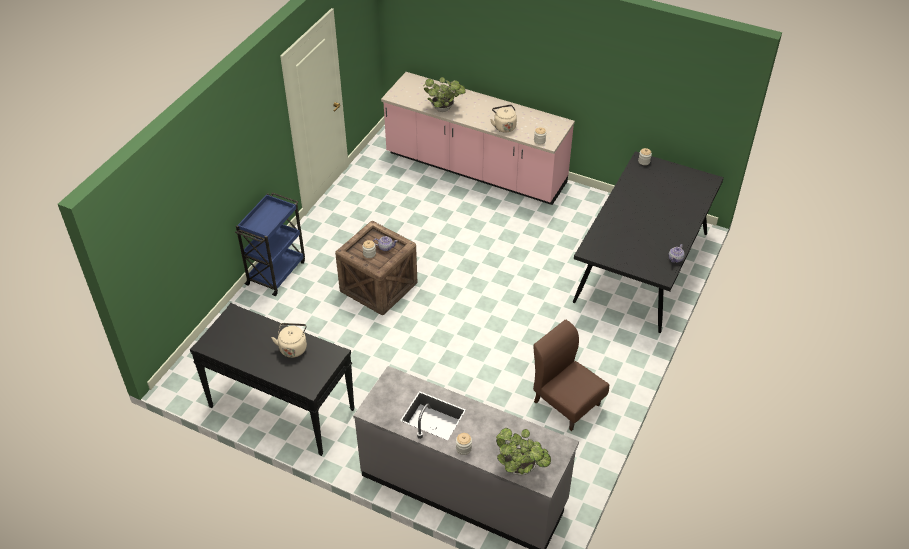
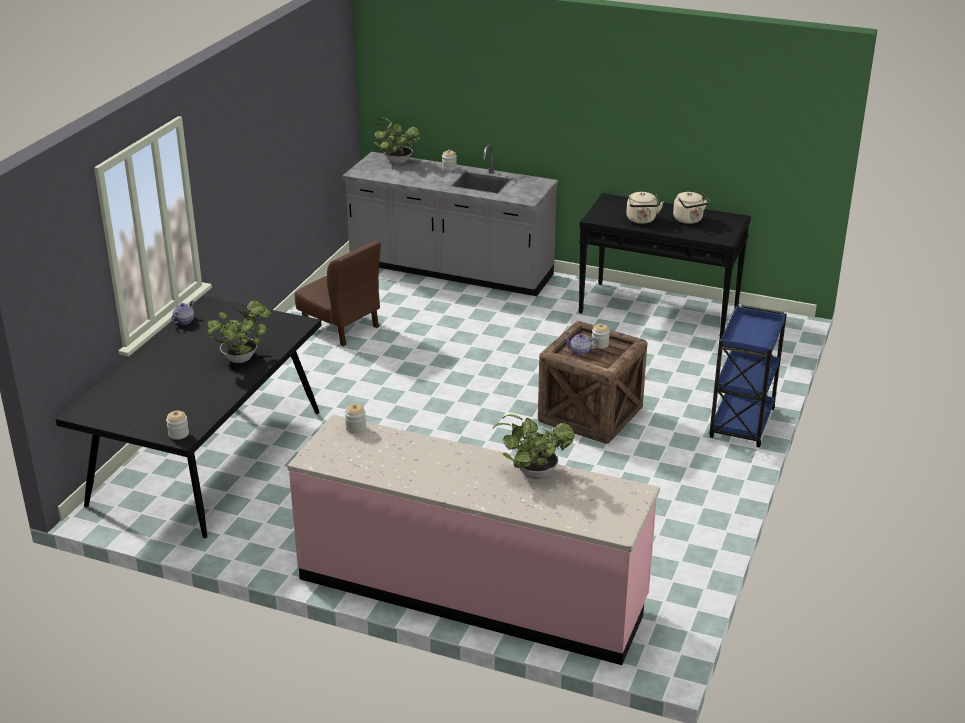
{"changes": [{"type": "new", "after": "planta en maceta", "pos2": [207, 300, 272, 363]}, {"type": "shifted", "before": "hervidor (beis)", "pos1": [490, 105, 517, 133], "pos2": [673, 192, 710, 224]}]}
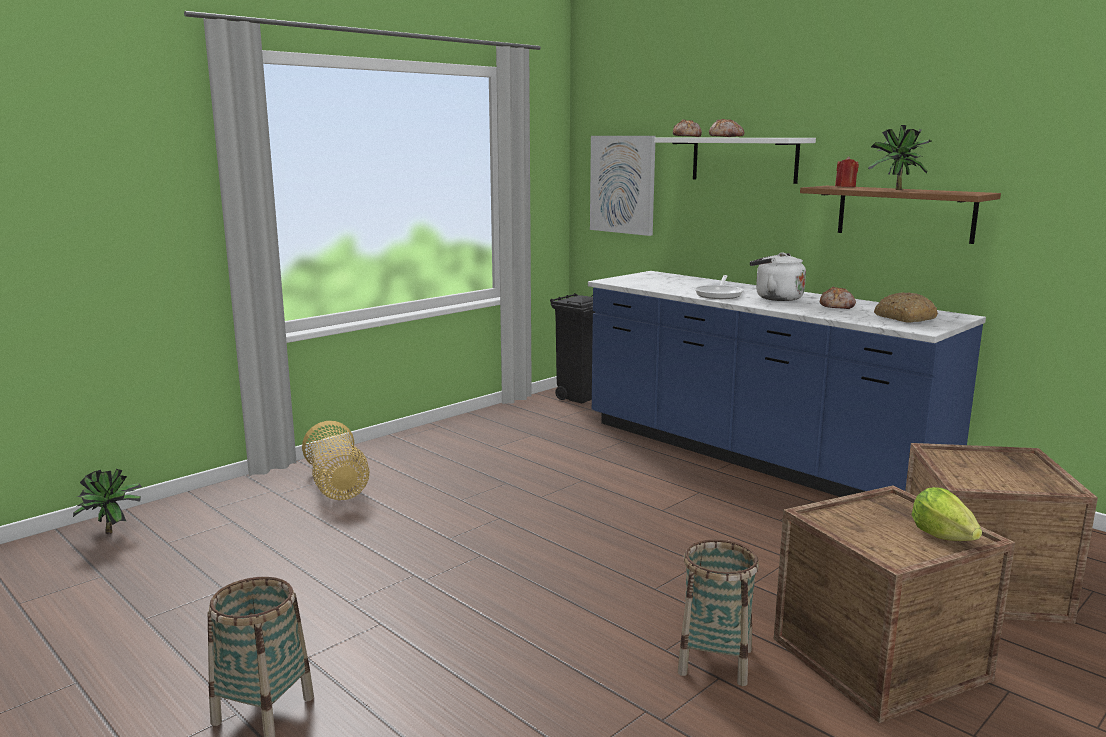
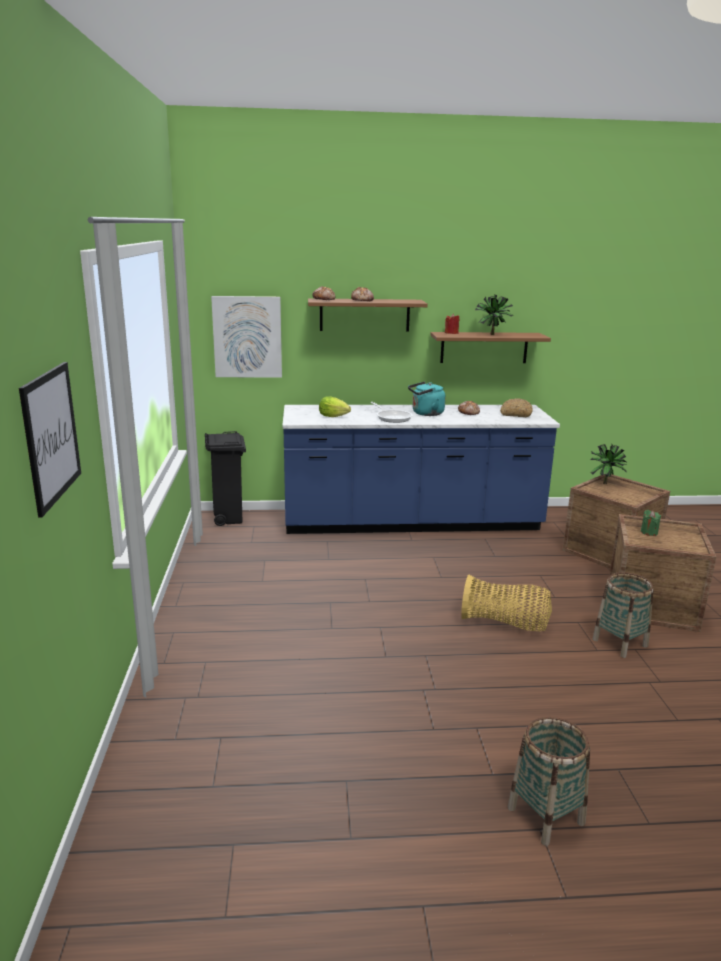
{"changes": [{"type": "new", "after": "cuadro", "pos2": [19, 362, 81, 517]}, {"type": "repainted", "before": "estante (blanco)", "after": "estante (marrón)", "pos1": [654, 138, 816, 184], "pos2": [308, 298, 428, 332]}, {"type": "shifted", "before": "lechuga", "pos1": [911, 487, 982, 541], "pos2": [319, 396, 351, 417]}, {"type": "repainted", "before": "hervidor (blanco)", "after": "hervidor (turquesa)", "pos1": [750, 252, 806, 301], "pos2": [408, 381, 446, 416]}, {"type": "shifted", "before": "cesta", "pos1": [302, 421, 370, 500], "pos2": [461, 574, 552, 631]}, {"type": "shifted", "before": "planta en maceta", "pos1": [73, 469, 142, 534], "pos2": [590, 444, 627, 484]}, {"type": "new", "after": "vela (verde)", "pos2": [641, 510, 661, 536]}]}
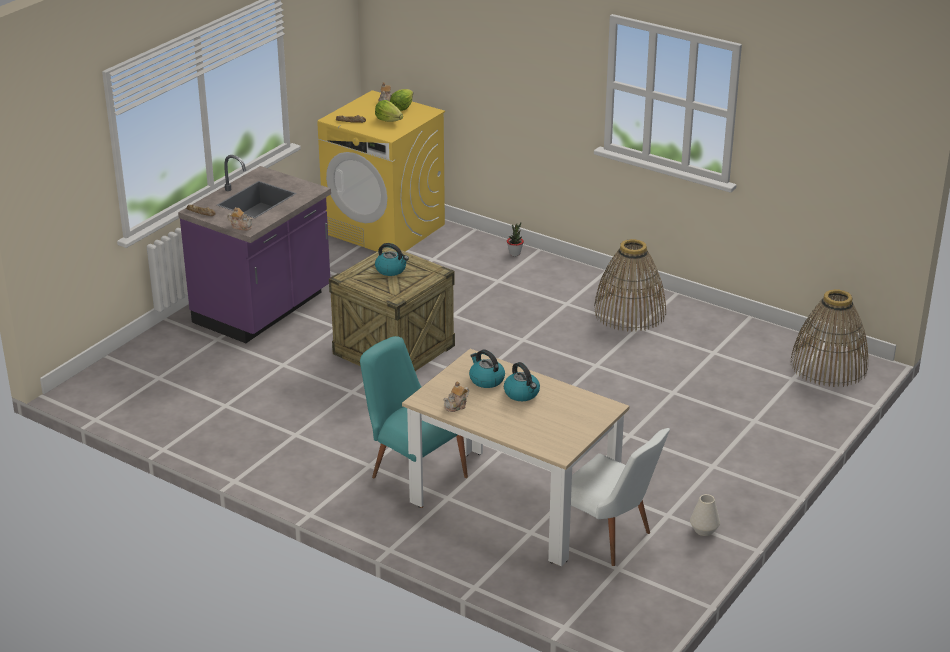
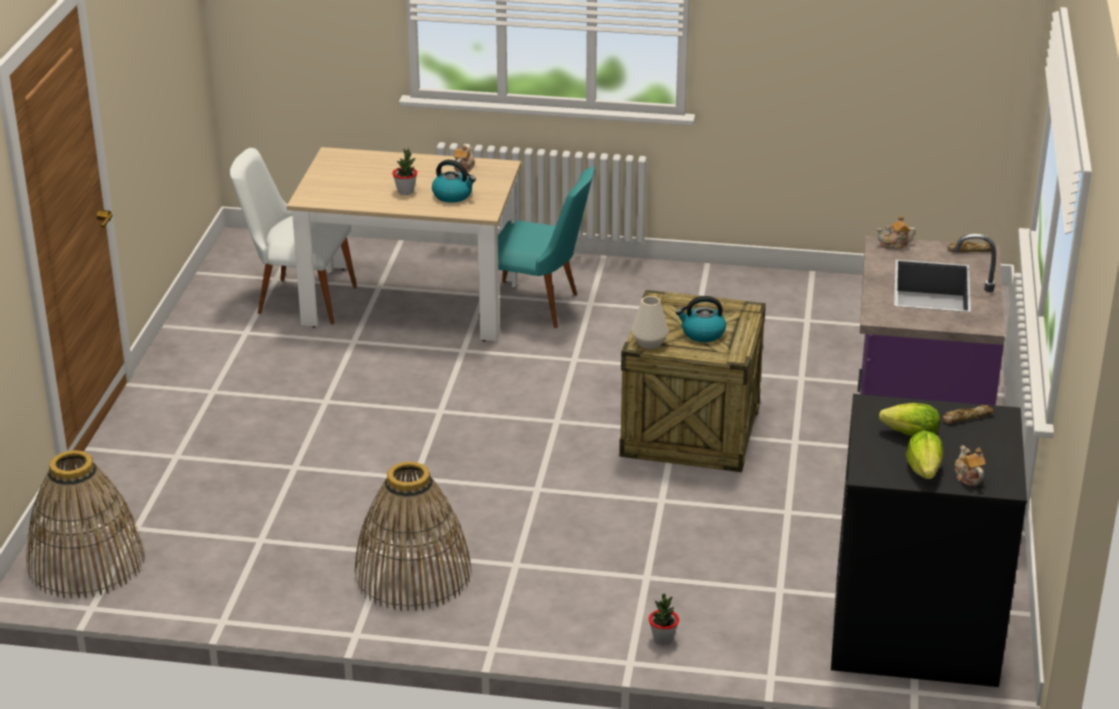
{"changes": [{"type": "swapped", "before": "hervidor", "after": "planta en maceta", "pos1": [504, 362, 540, 401], "pos2": [392, 148, 417, 195]}, {"type": "shifted", "before": "florero (blanco)", "pos1": [690, 494, 720, 536], "pos2": [631, 296, 669, 349]}, {"type": "repainted", "before": "lavadora (amarillo)", "after": "lavadora (negro)", "pos1": [317, 90, 445, 252], "pos2": [831, 394, 1027, 687]}]}
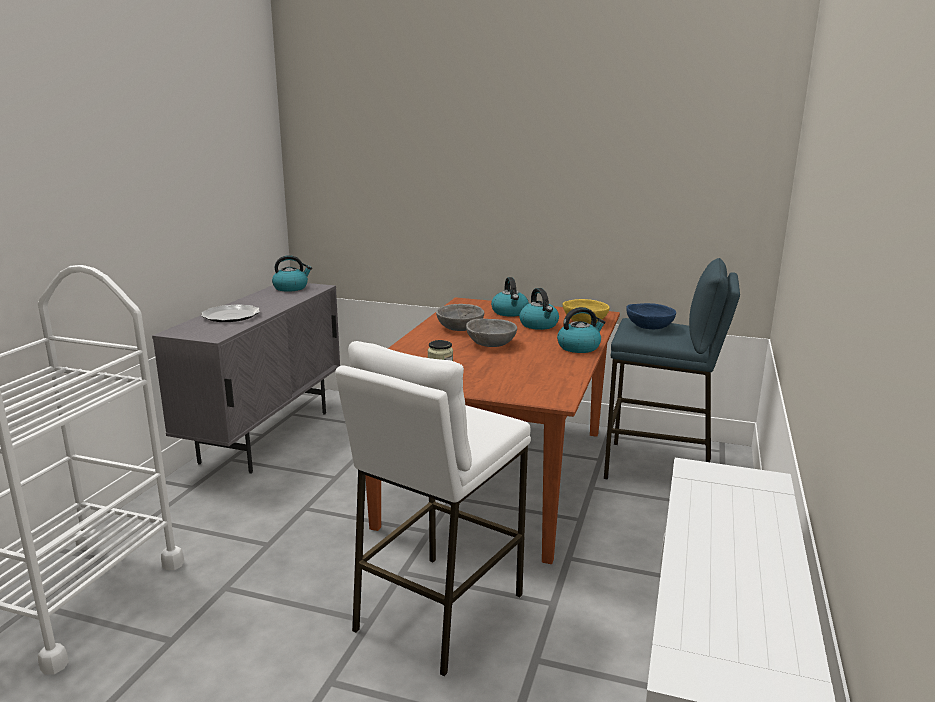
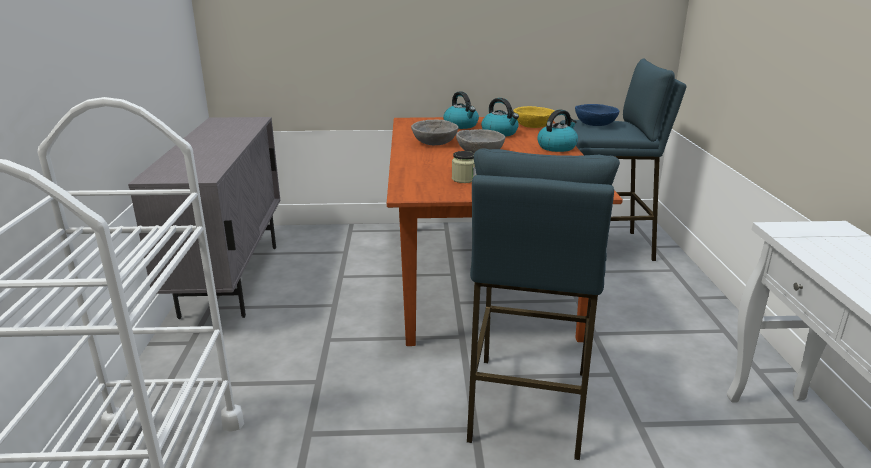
{"changes": [{"type": "repainted", "before": "taburete (blanco)", "after": "taburete (azul)", "pos1": [335, 341, 531, 677], "pos2": [467, 148, 620, 460]}, {"type": "gone", "before": "plato", "pos1": [201, 304, 260, 322]}, {"type": "gone", "before": "hervidor", "pos1": [272, 255, 312, 292]}]}
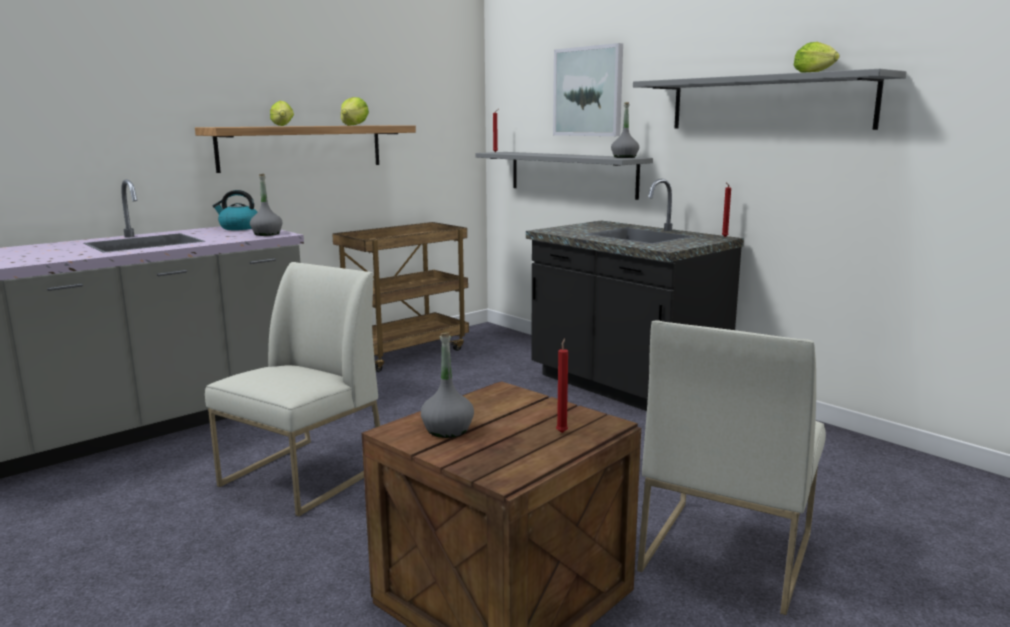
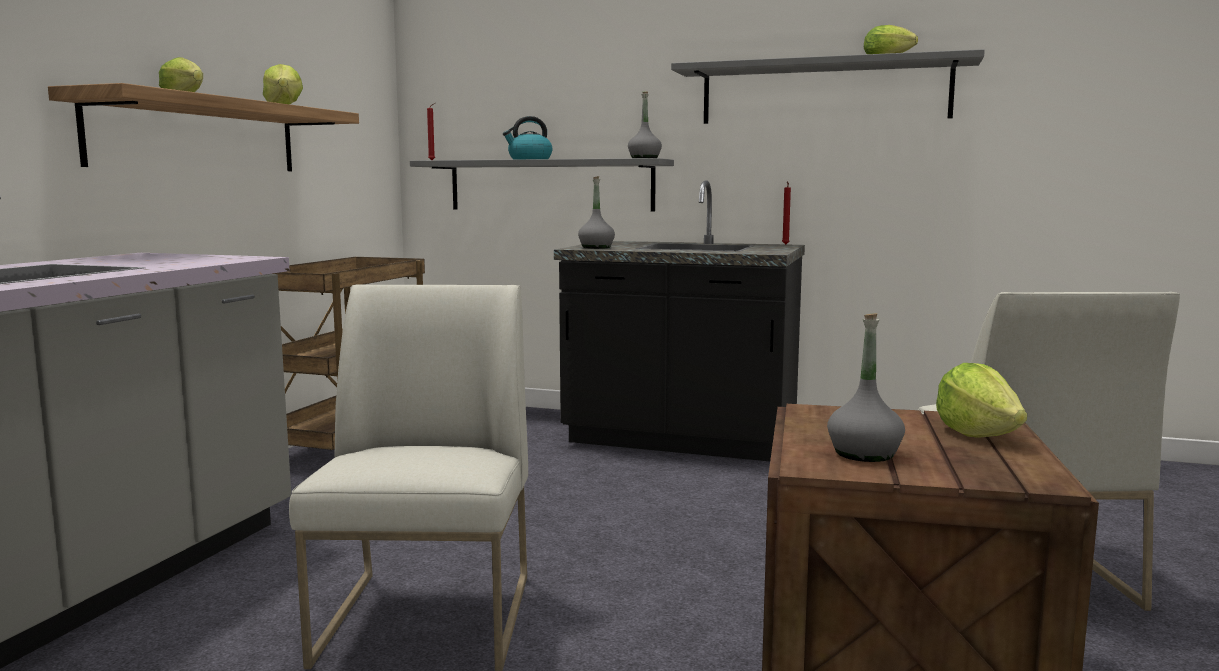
{"changes": [{"type": "shifted", "before": "hervidor", "pos1": [213, 190, 258, 230], "pos2": [503, 116, 552, 159]}, {"type": "shifted", "before": "botella (gris)", "pos1": [250, 174, 282, 236], "pos2": [578, 176, 615, 249]}, {"type": "swapped", "before": "vela (rojo)", "after": "lechuga", "pos1": [556, 338, 568, 433], "pos2": [936, 363, 1027, 438]}, {"type": "gone", "before": "cuadro", "pos1": [553, 43, 623, 136]}]}
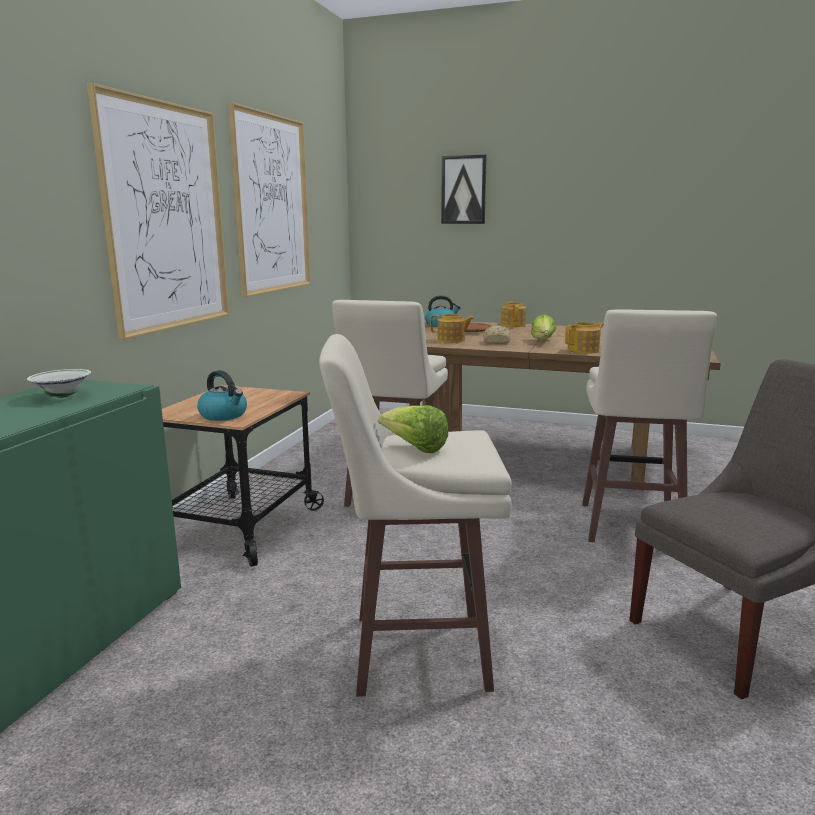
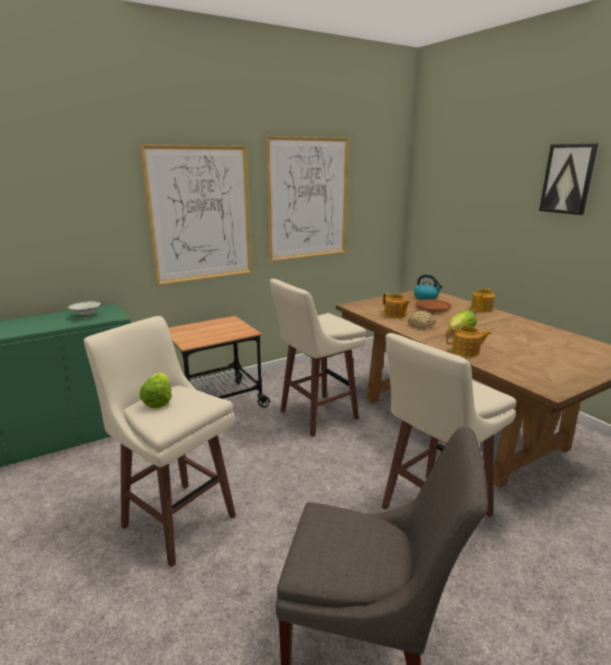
{"changes": [{"type": "shifted", "before": "cuadro", "pos1": [441, 155, 487, 224], "pos2": [539, 143, 598, 215]}, {"type": "gone", "before": "hervidor", "pos1": [197, 370, 247, 421]}]}
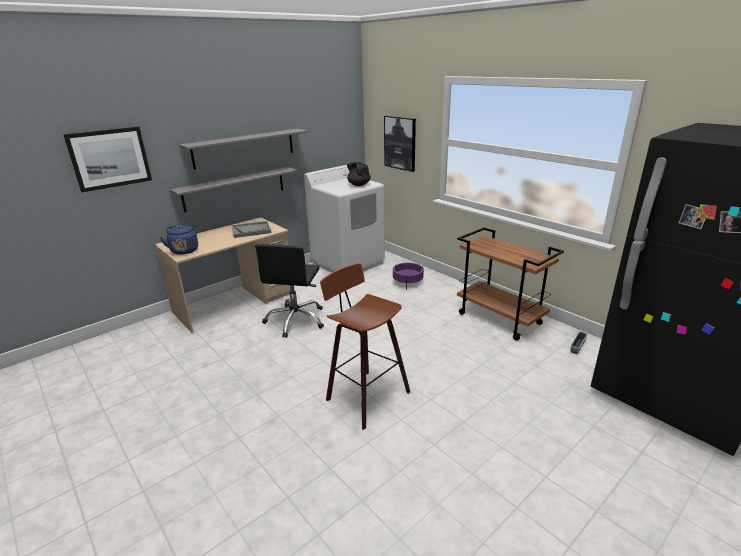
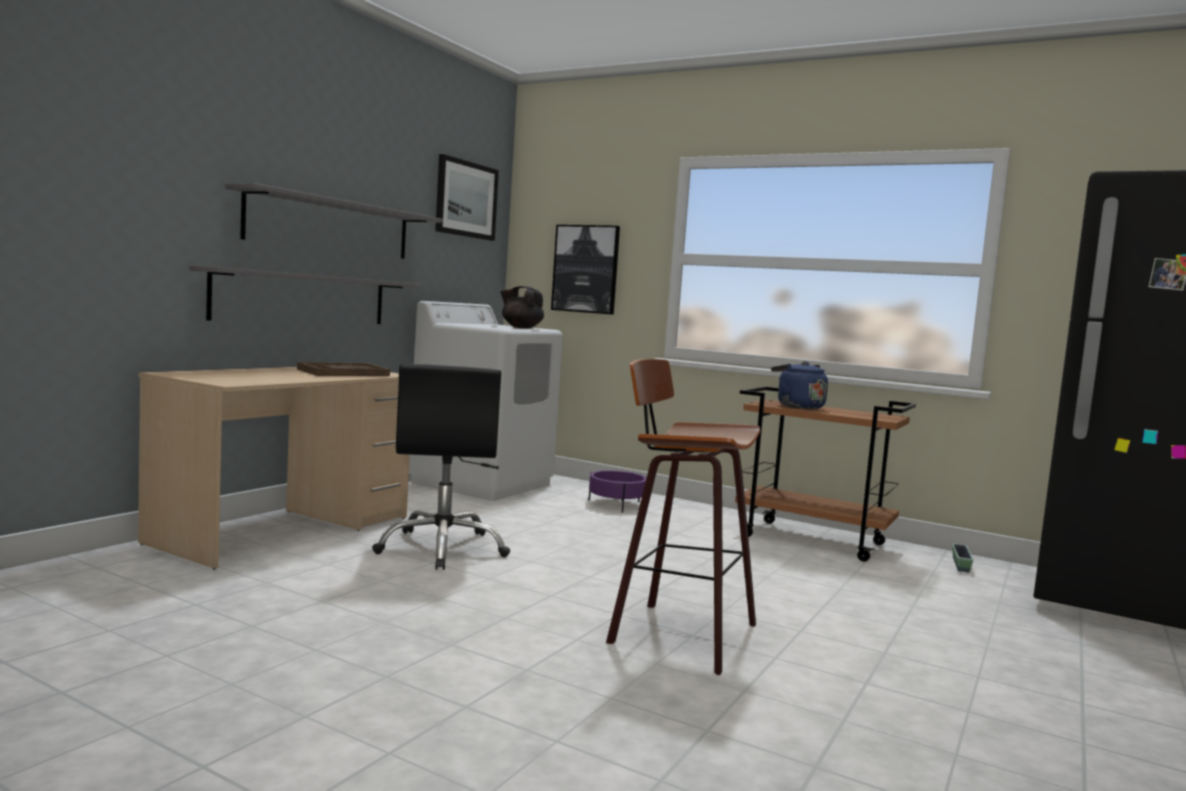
{"changes": [{"type": "repainted", "before": "bandeja (gris)", "after": "bandeja (marrón)", "pos1": [232, 221, 272, 238], "pos2": [297, 362, 390, 376]}, {"type": "shifted", "before": "cuadro", "pos1": [64, 127, 152, 192], "pos2": [435, 154, 499, 241]}, {"type": "shifted", "before": "hervidor (azul)", "pos1": [160, 224, 198, 255], "pos2": [771, 361, 828, 409]}]}
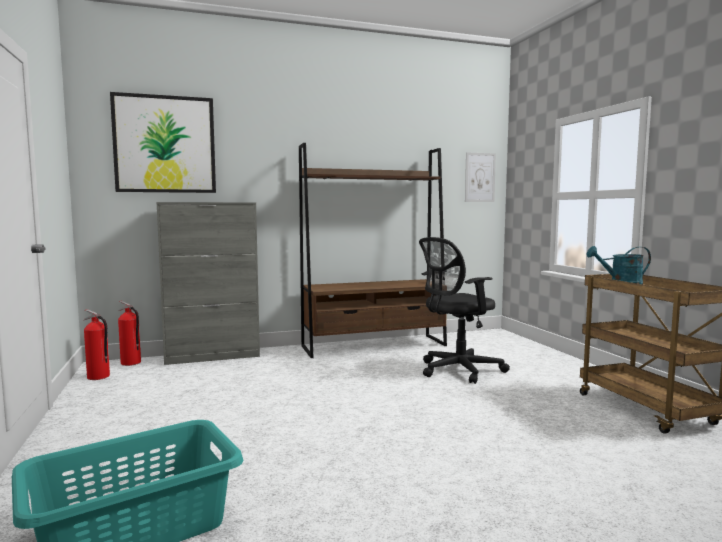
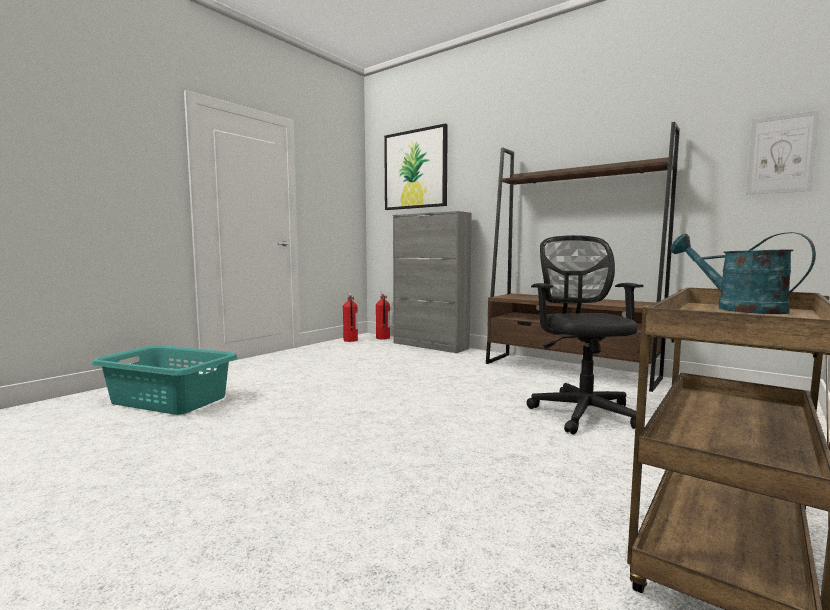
{"changes": [{"type": "rotated", "before": "silla de oficina (negro)", "pos1": [419, 237, 510, 384], "pos2": [527, 235, 644, 435], "turn": 60}]}
